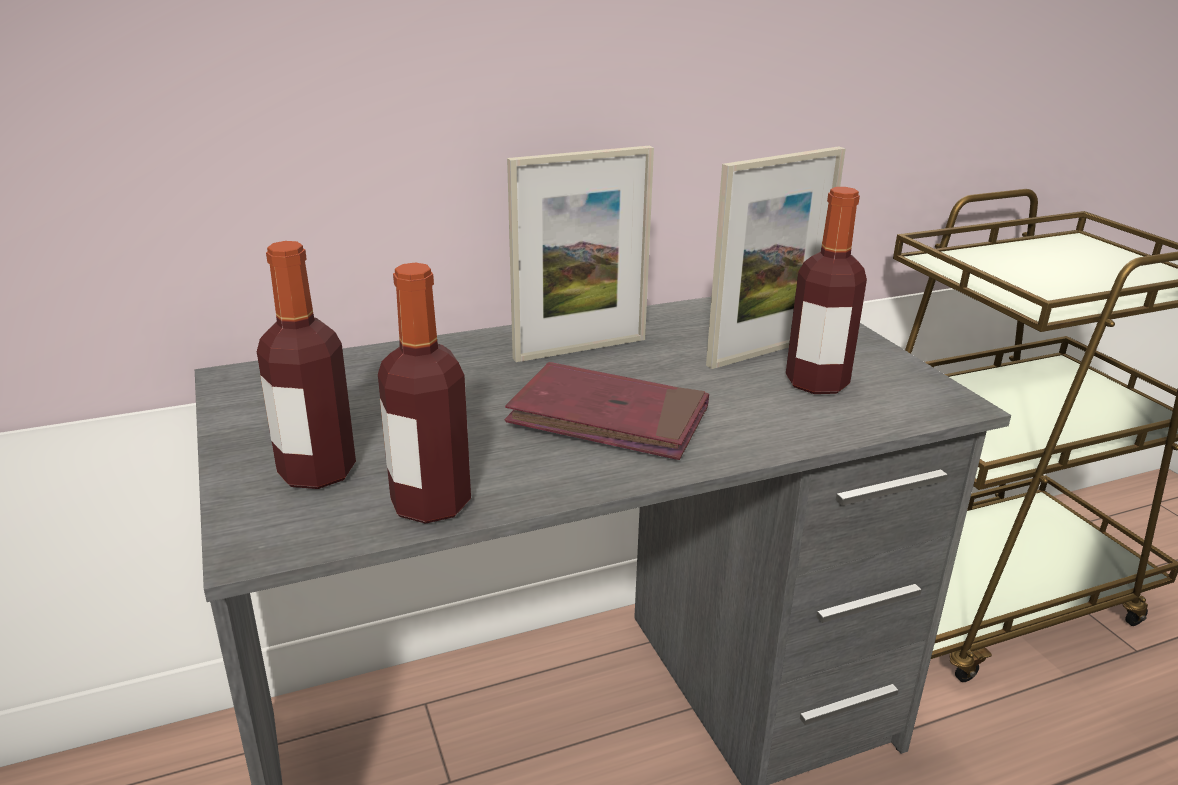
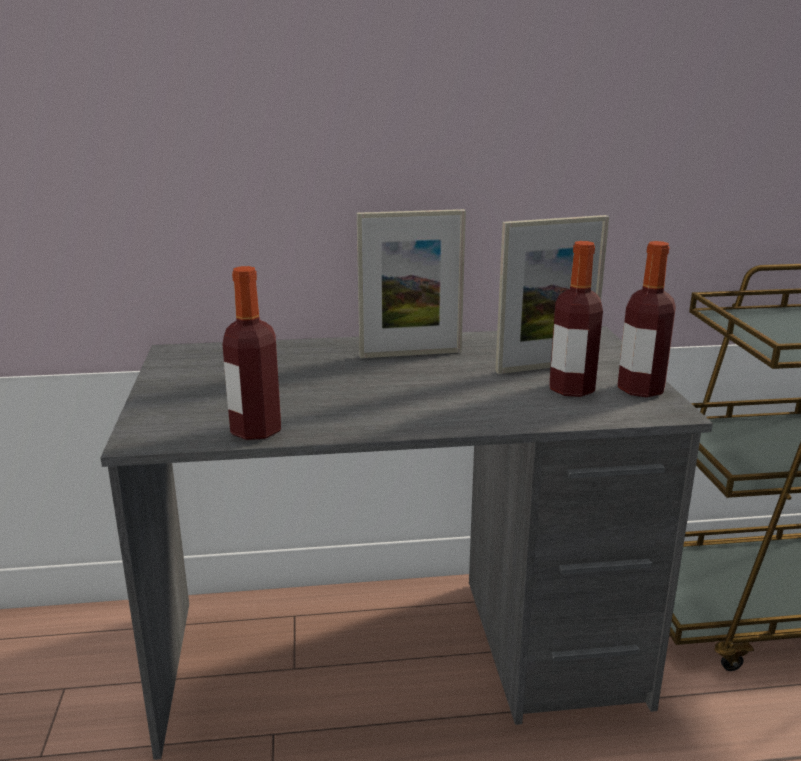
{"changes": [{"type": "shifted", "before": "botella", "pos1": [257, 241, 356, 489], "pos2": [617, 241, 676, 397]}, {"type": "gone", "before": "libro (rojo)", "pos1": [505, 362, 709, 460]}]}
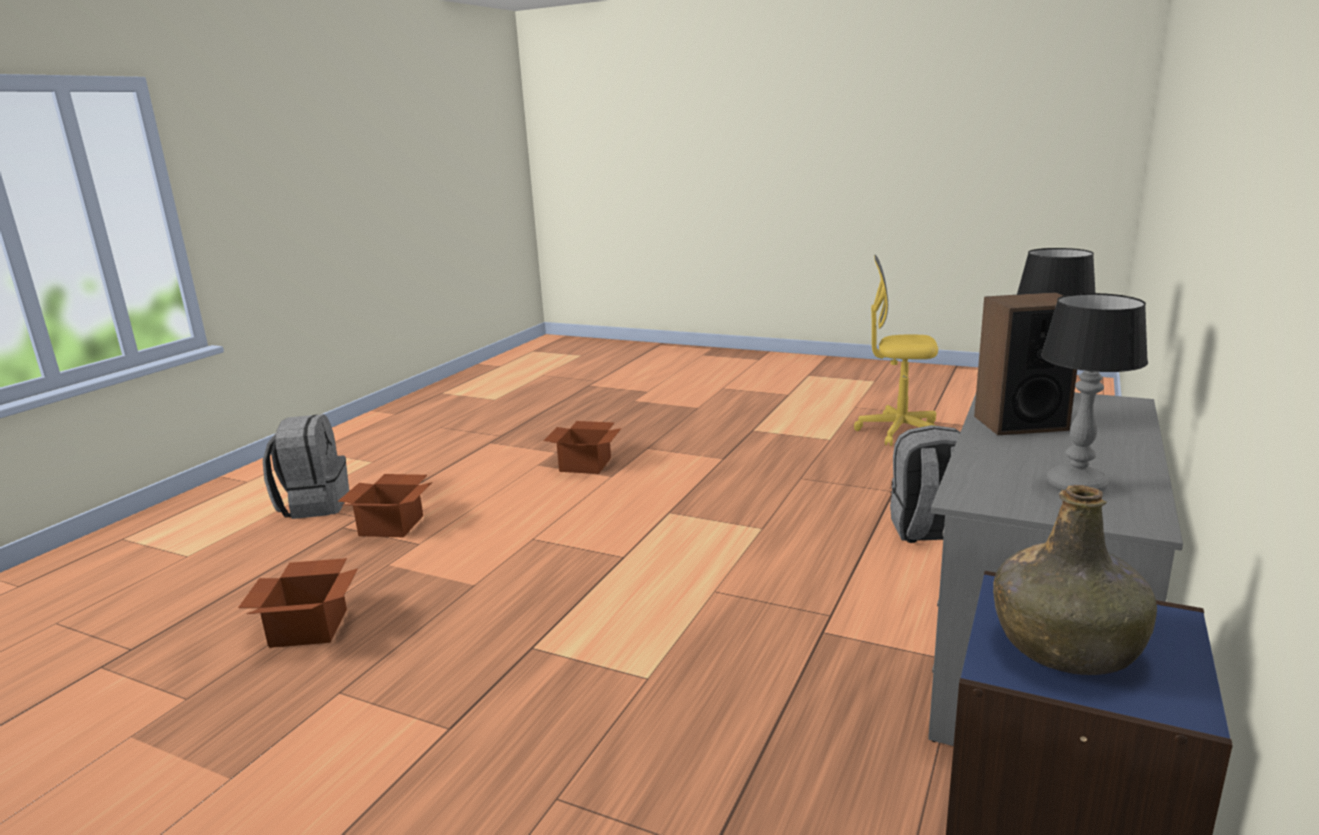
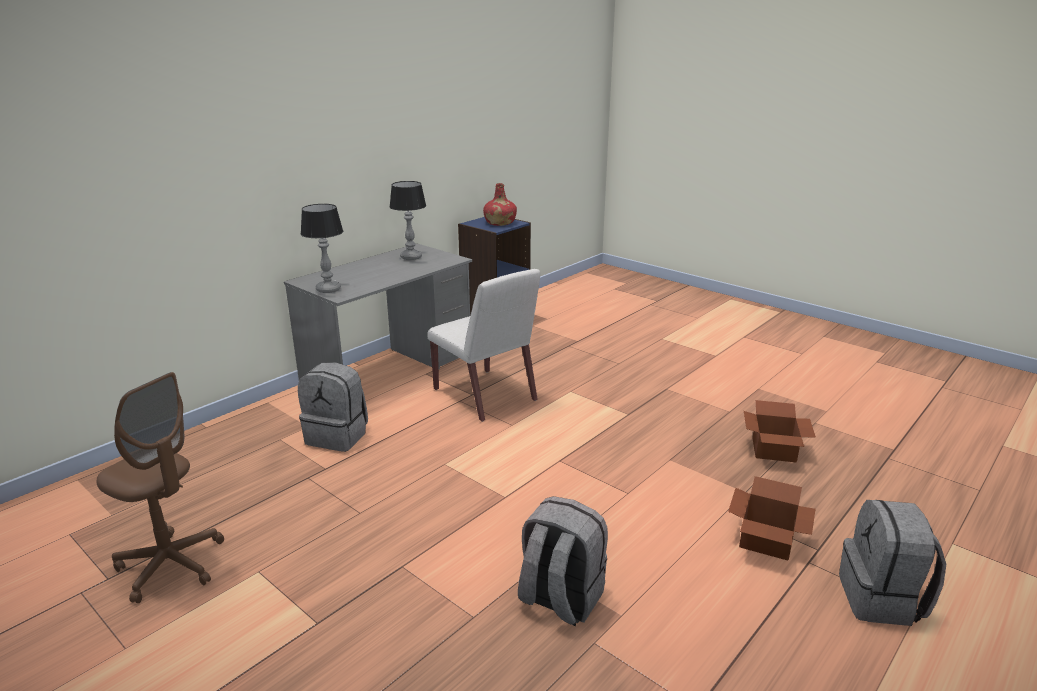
{"changes": [{"type": "repainted", "before": "silla de oficina (amarillo)", "after": "silla de oficina (marrón)", "pos1": [854, 255, 938, 446], "pos2": [97, 372, 224, 603]}, {"type": "new", "after": "silla (blanco)", "pos2": [427, 269, 540, 422]}, {"type": "repainted", "before": "botella (verde)", "after": "botella (rojo)", "pos1": [993, 485, 1157, 675], "pos2": [483, 183, 517, 226]}, {"type": "swapped", "before": "caja de cartón", "after": "mochila (gris)", "pos1": [544, 421, 622, 474], "pos2": [518, 496, 608, 626]}, {"type": "gone", "before": "altavoz", "pos1": [974, 292, 1077, 435]}]}
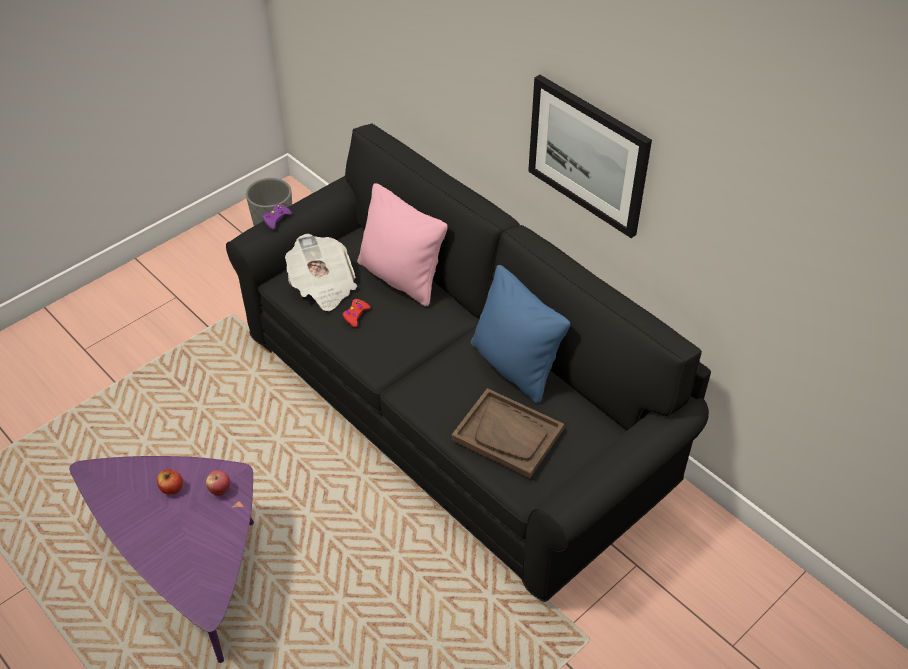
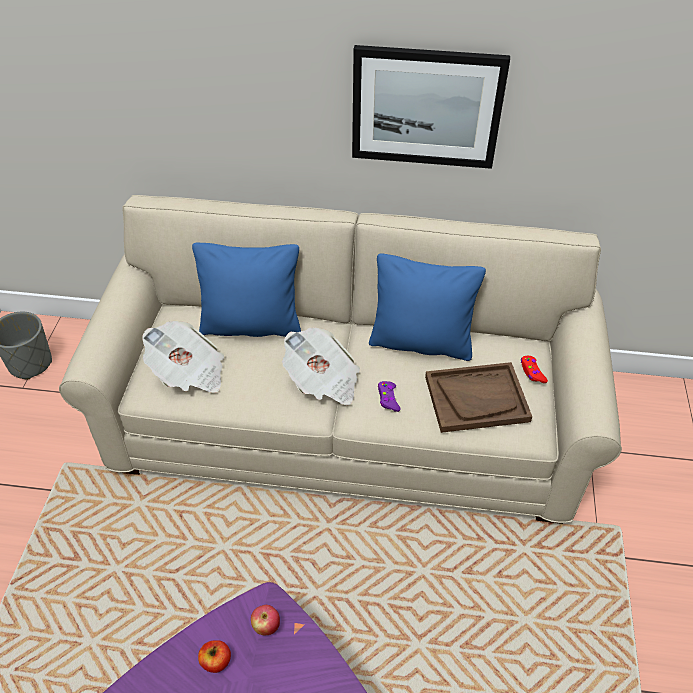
{"changes": [{"type": "repainted", "before": "sofá (negro)", "after": "sofá (beis)", "pos1": [226, 123, 711, 602], "pos2": [59, 195, 622, 524]}, {"type": "repainted", "before": "cojín (rosa)", "after": "cojín (azul)", "pos1": [357, 183, 448, 306], "pos2": [192, 243, 301, 337]}, {"type": "new", "after": "periódico", "pos2": [282, 327, 360, 405]}, {"type": "shifted", "before": "mando de consola (morado)", "pos1": [262, 204, 292, 230], "pos2": [378, 381, 401, 412]}, {"type": "shifted", "before": "mando de consola (rojo)", "pos1": [342, 299, 371, 327], "pos2": [521, 356, 548, 383]}]}
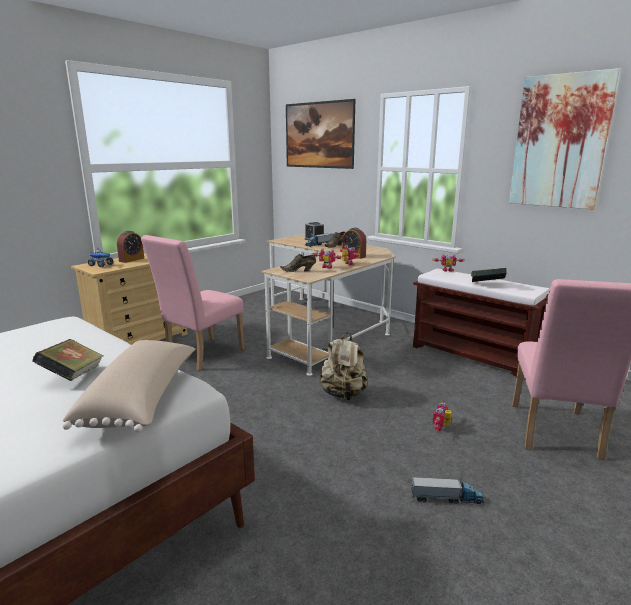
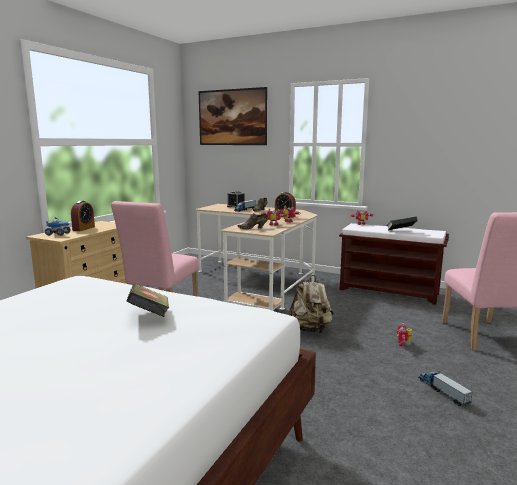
{"changes": [{"type": "rotated", "before": "camión de juguete", "pos1": [411, 477, 484, 504], "pos2": [418, 371, 472, 406], "turn": -105}, {"type": "gone", "before": "cojín (beis)", "pos1": [63, 340, 196, 432]}, {"type": "gone", "before": "cuadro", "pos1": [509, 68, 621, 209]}]}
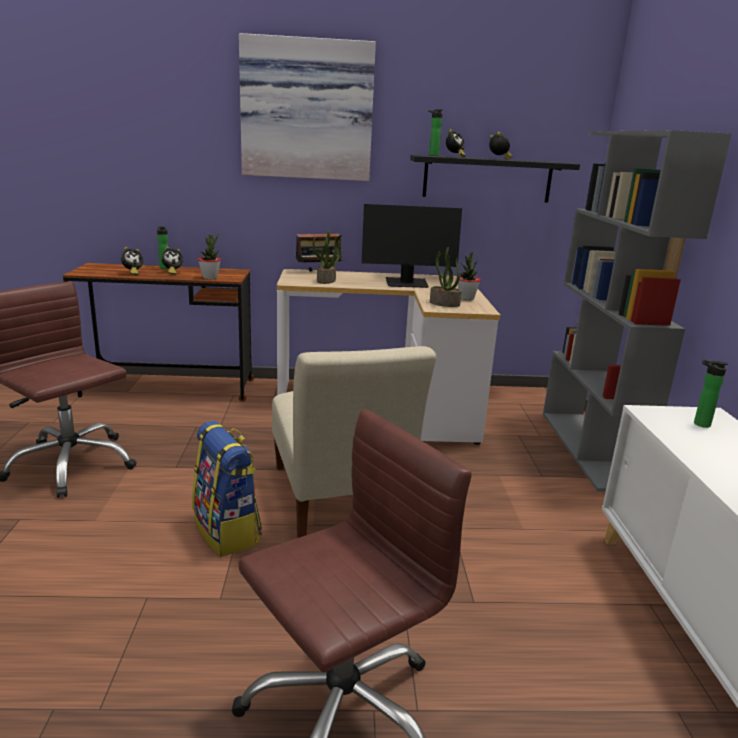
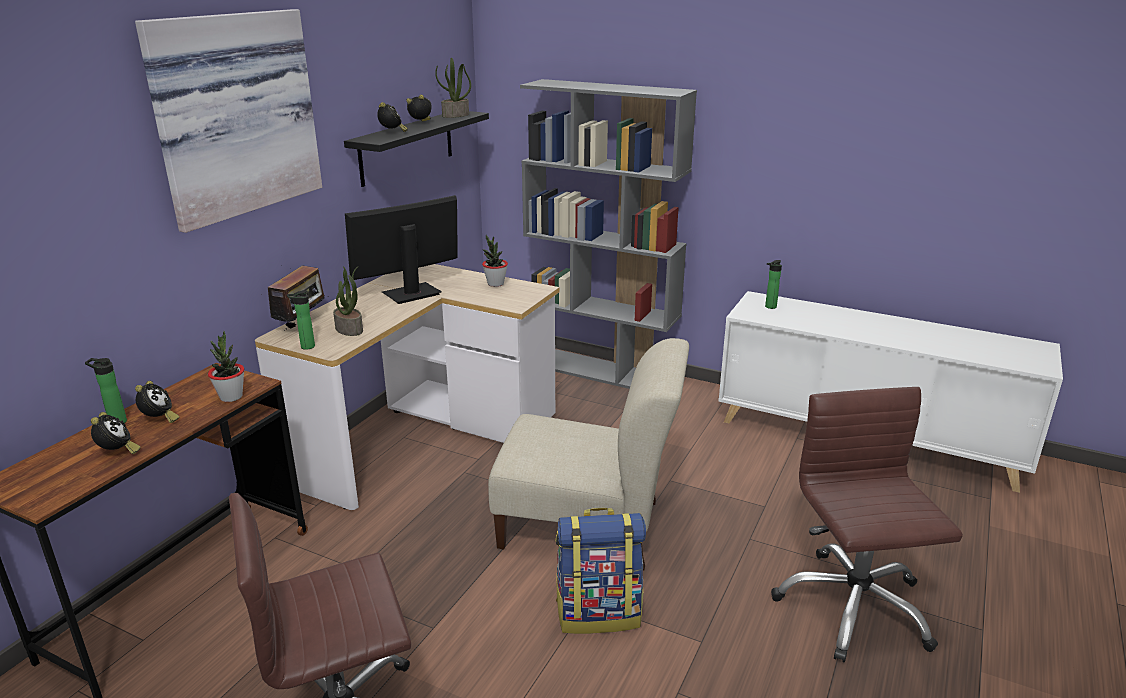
{"changes": [{"type": "shifted", "before": "botella", "pos1": [428, 109, 442, 156], "pos2": [287, 290, 315, 350]}, {"type": "rotated", "before": "monitor", "pos1": [362, 204, 462, 288], "pos2": [345, 195, 458, 304], "turn": -150}, {"type": "shifted", "before": "planta en maceta", "pos1": [430, 247, 462, 307], "pos2": [435, 58, 471, 118]}]}
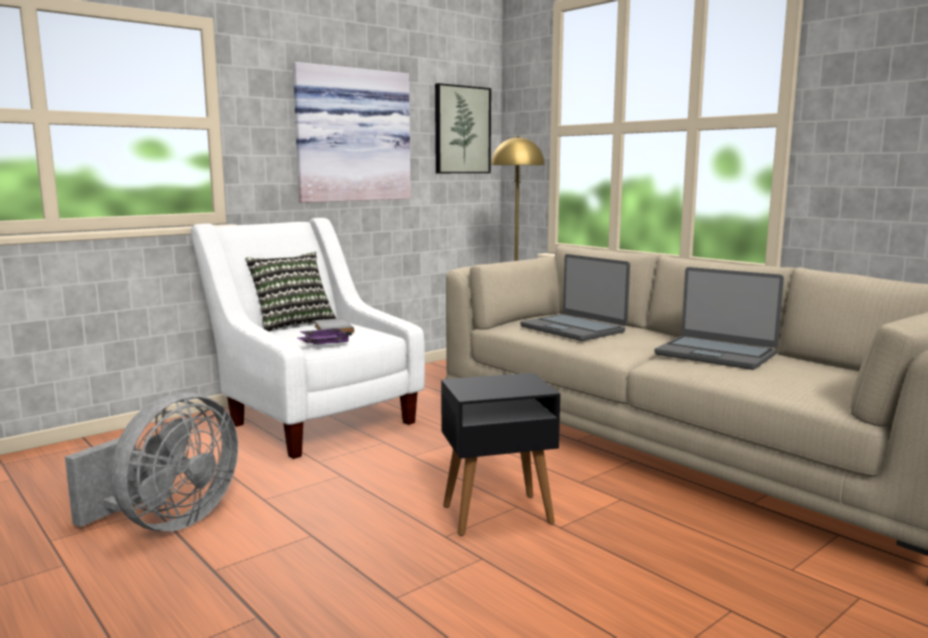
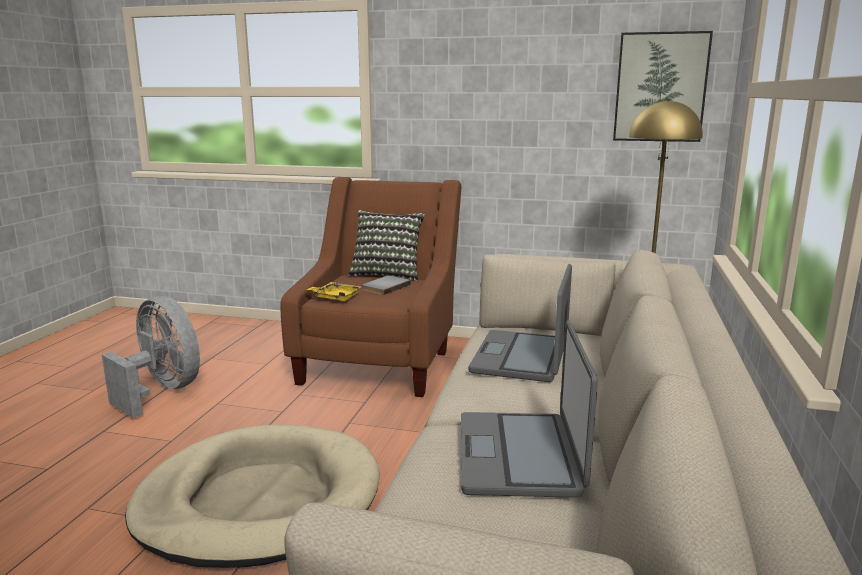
{"changes": [{"type": "rotated", "before": "ventilador (gris)", "pos1": [65, 392, 238, 531], "pos2": [102, 296, 200, 418], "turn": -135}, {"type": "swapped", "before": "mesa auxiliar (negro)", "after": "cama para perro (beis)", "pos1": [441, 373, 560, 536], "pos2": [125, 425, 380, 568]}, {"type": "repainted", "before": "sillón (blanco)", "after": "sillón (marrón)", "pos1": [191, 218, 425, 459], "pos2": [280, 177, 461, 397]}, {"type": "repainted", "before": "bandeja (morado)", "after": "bandeja (amarillo)", "pos1": [298, 328, 352, 345], "pos2": [306, 282, 361, 301]}, {"type": "gone", "before": "cuadro", "pos1": [293, 62, 411, 203]}]}
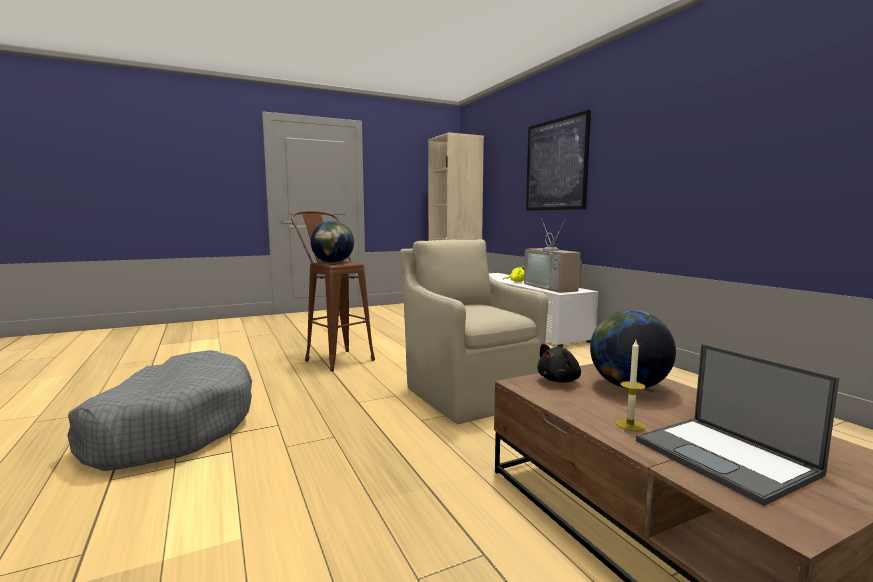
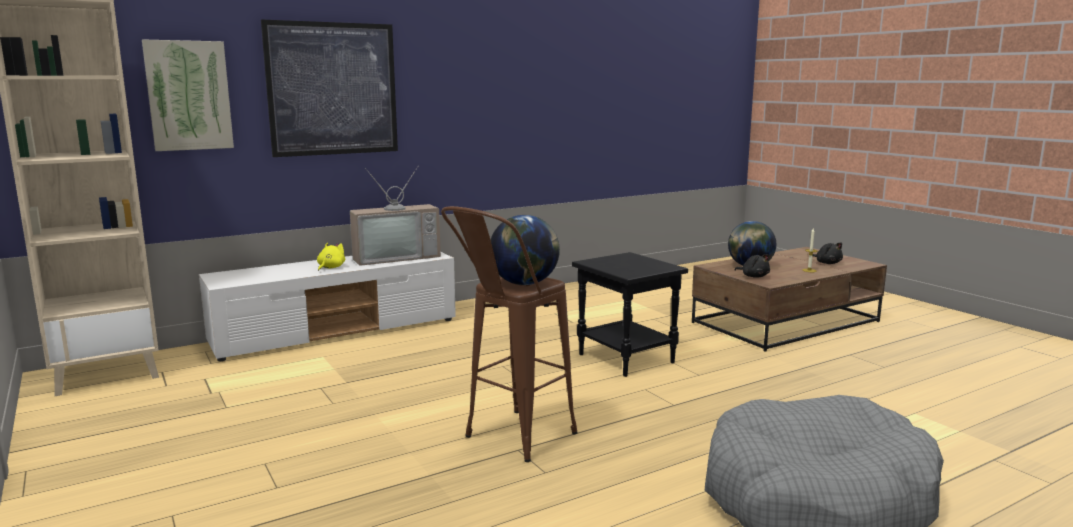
{"changes": [{"type": "new", "after": "cuadro", "pos2": [142, 39, 234, 151]}, {"type": "swapped", "before": "sillón (beis)", "after": "mesa auxiliar (negro)", "pos1": [400, 239, 548, 424], "pos2": [572, 252, 688, 377]}, {"type": "swapped", "before": "portátil", "after": "peluche (negro)", "pos1": [636, 344, 839, 506], "pos2": [813, 242, 843, 264]}]}
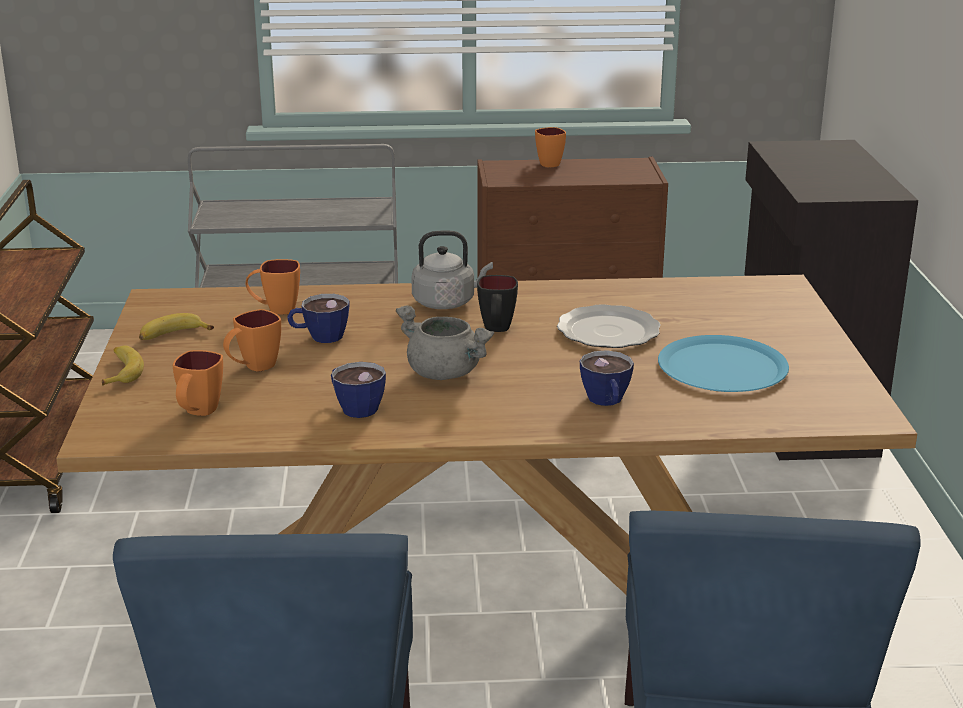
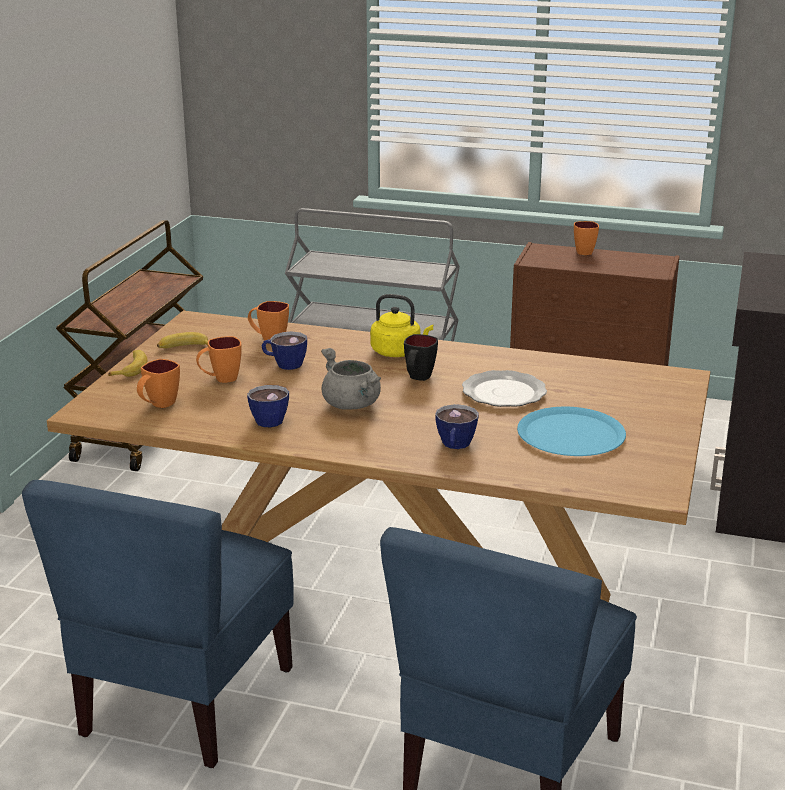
{"changes": [{"type": "repainted", "before": "hervidor (gris)", "after": "hervidor (amarillo)", "pos1": [411, 231, 493, 309], "pos2": [370, 294, 433, 357]}]}
